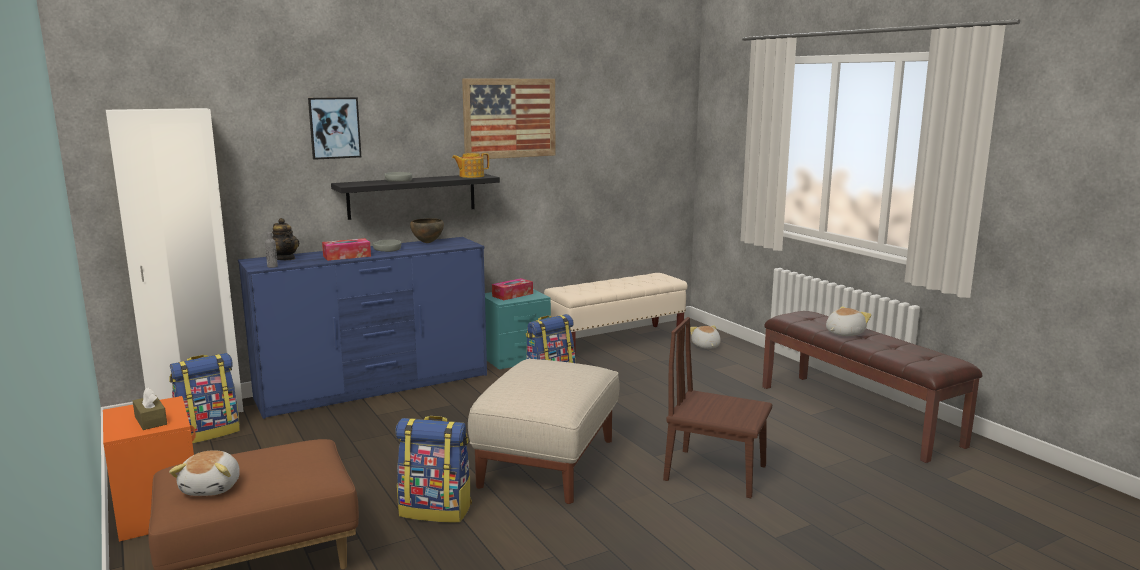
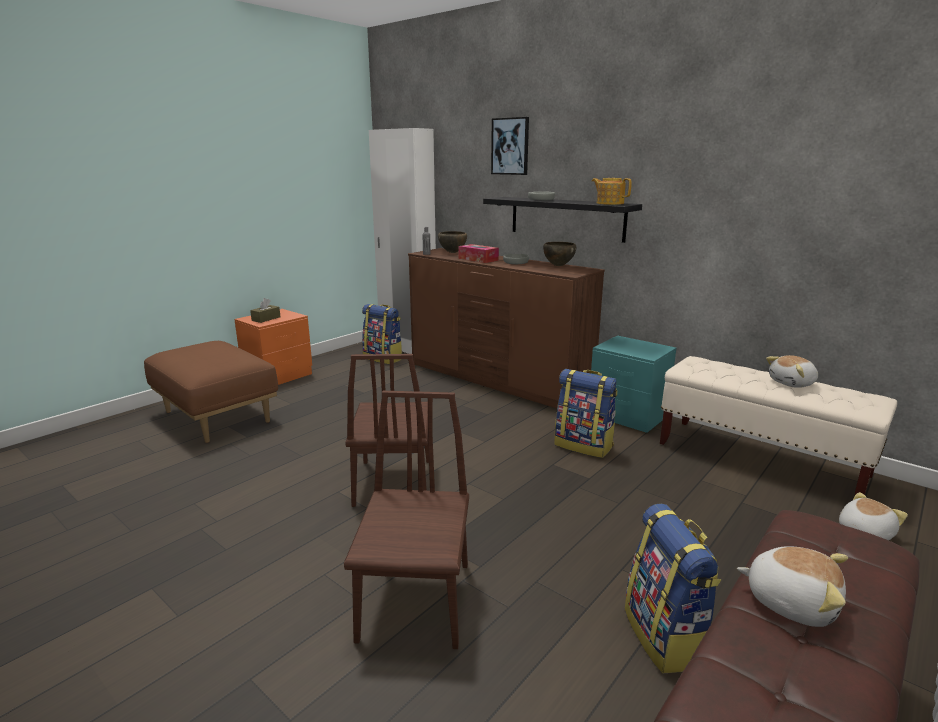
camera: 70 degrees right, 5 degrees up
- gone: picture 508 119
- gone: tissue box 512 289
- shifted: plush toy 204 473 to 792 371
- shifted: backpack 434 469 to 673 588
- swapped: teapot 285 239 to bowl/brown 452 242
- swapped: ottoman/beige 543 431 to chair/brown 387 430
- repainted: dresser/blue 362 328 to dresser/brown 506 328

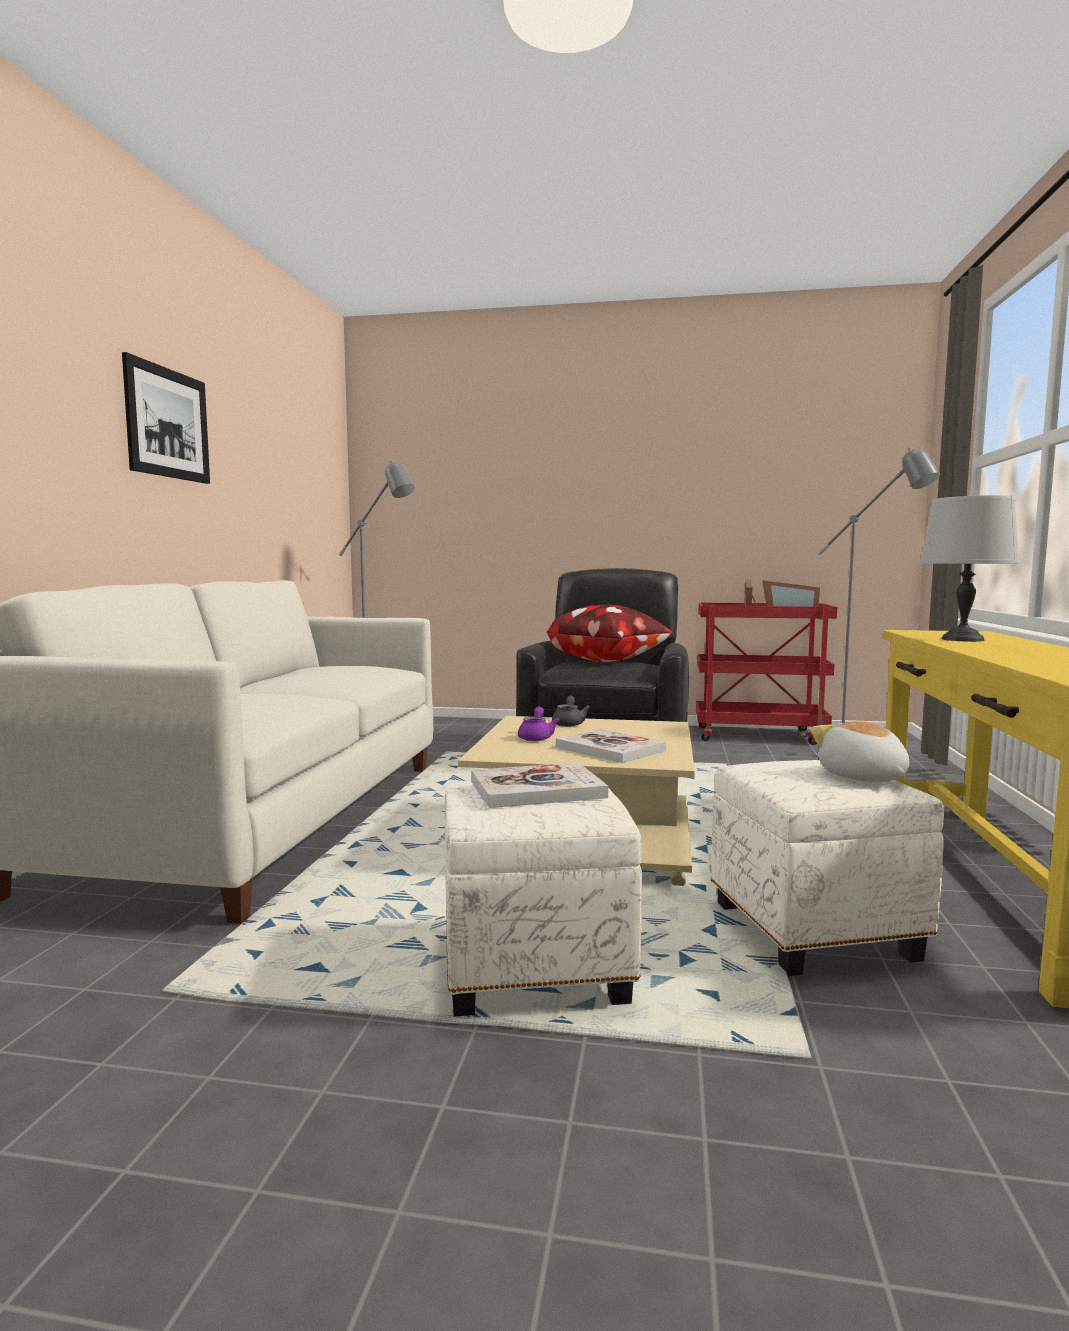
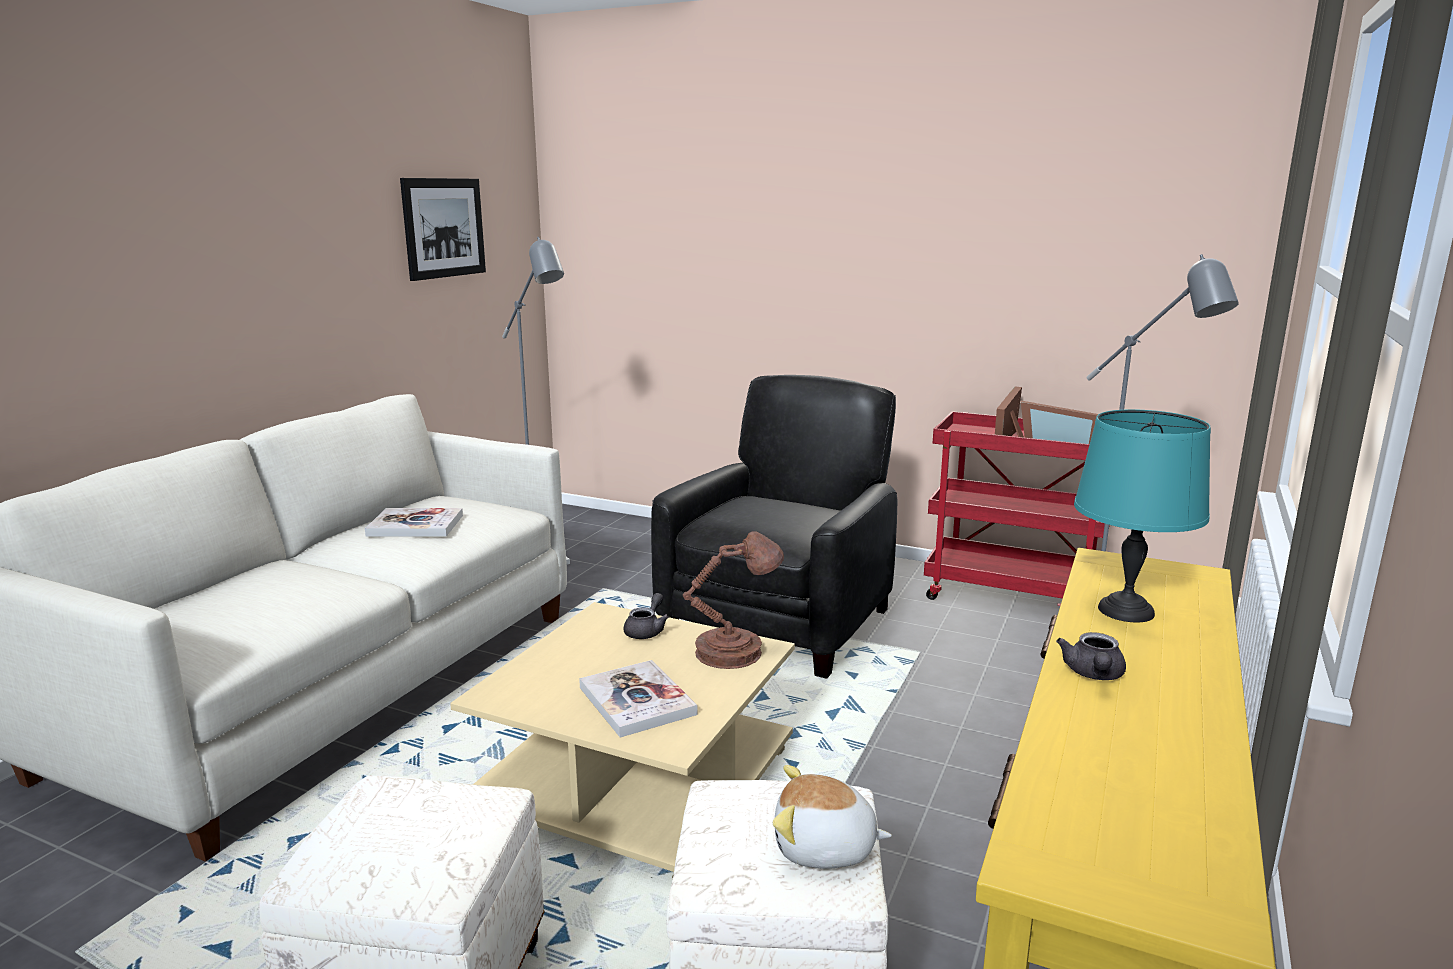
camera: 15 degrees right, 10 degrees up
- gone: teapot/purple 538 724
- gone: pillow 609 633
- new: table lamp/brown 733 600
- new: teapot/grey 1091 656
- shifted: picture 166 418 to 443 229
- shifted: book 539 785 to 414 522
- repainted: table lamp/grey 970 568 to table lamp/turquoise 1142 515
- rotated: plush toy 859 751 = 832 817 75 degrees counterclockwise

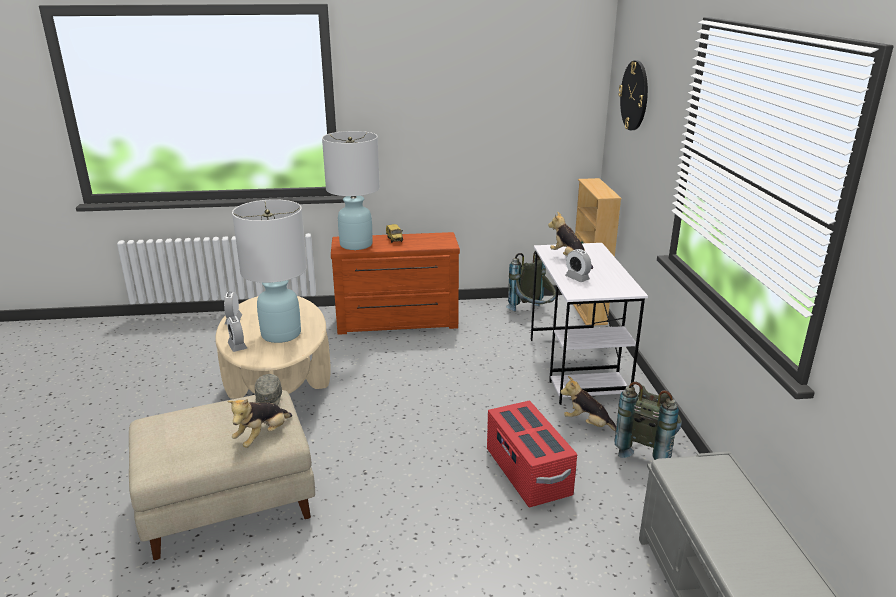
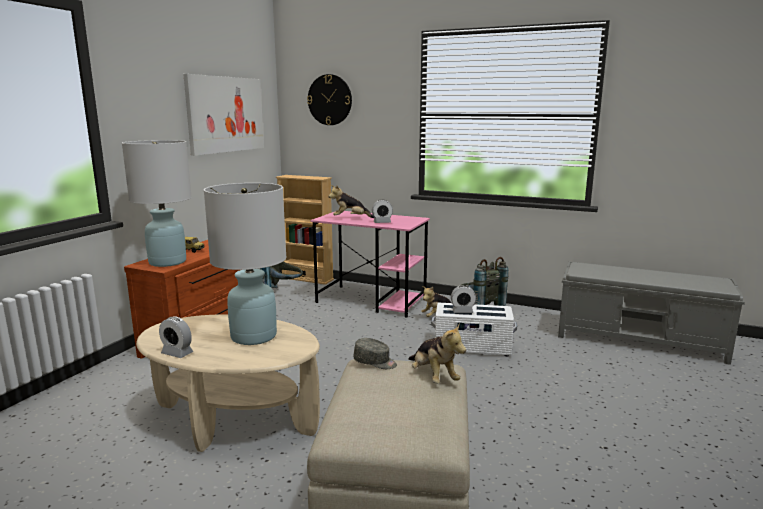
camera: 60 degrees left, 10 degrees down
- new: picture 223 115
- shifted: alarm clock 237 334 to 463 299
- repainted: storage box/red 532 454 to storage box/white 474 329
- repainted: desk/white 589 324 to desk/pink 370 264

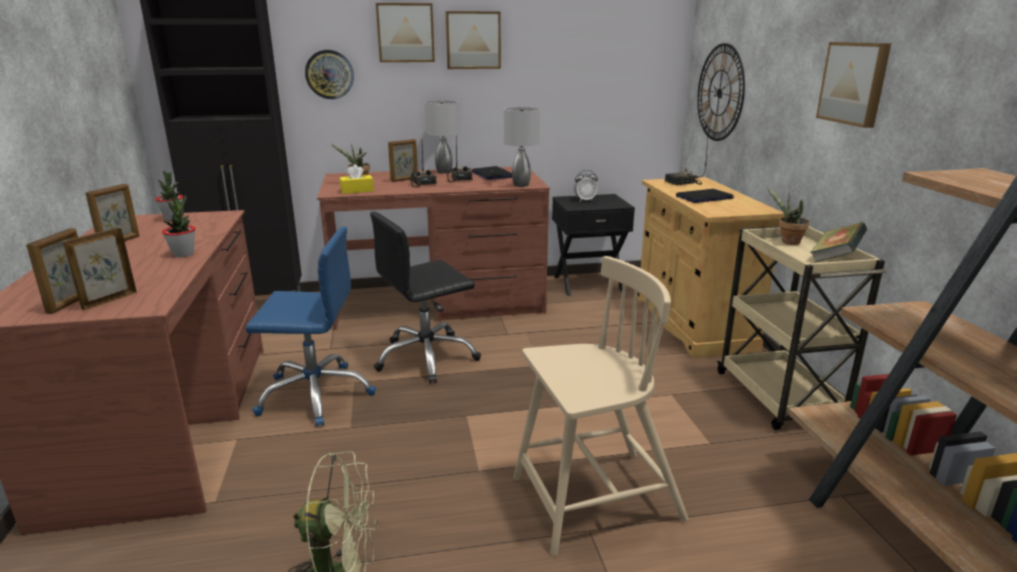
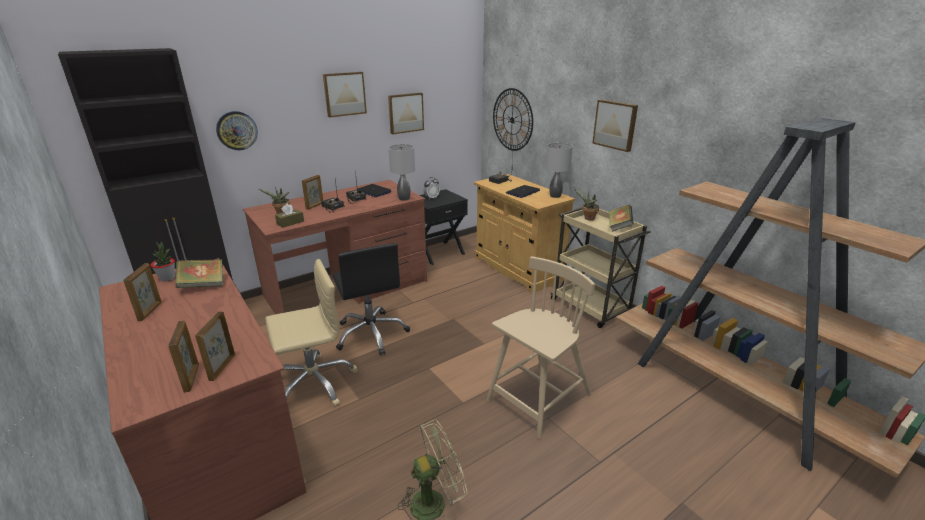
camera: 25 degrees left, 5 degrees up
- gone: potted plant 178 226
- new: book 199 273
- shifted: picture 405 32 to 406 113
- shifted: table lamp/grey 442 137 to 559 170
- repainted: office chair/blue 311 326 to office chair/beige 311 333
- repainted: tissue box/yellow 357 179 to tissue box/brown 289 216
- rotated: office chair/black 425 297 = 371 299 60 degrees counterclockwise

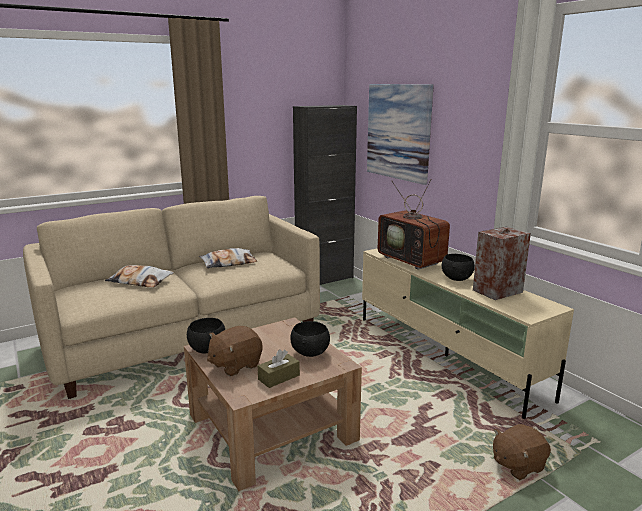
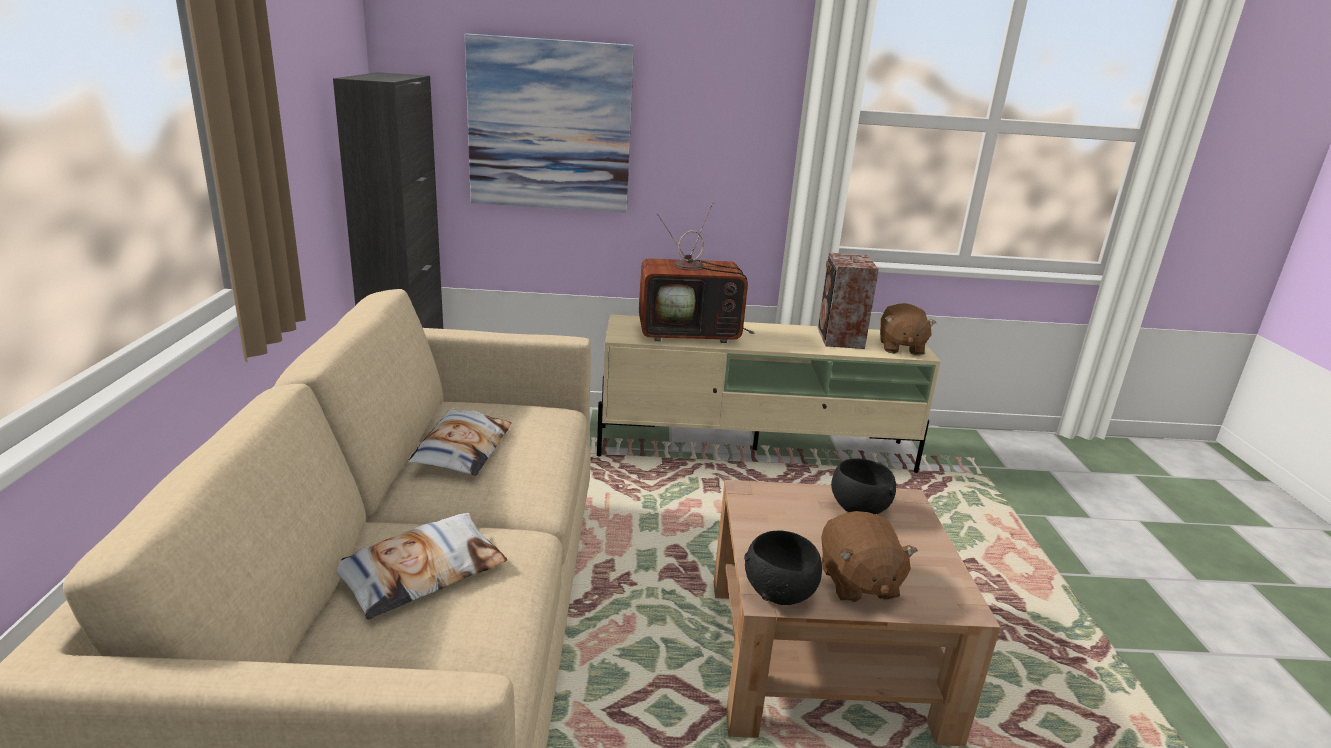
camera: 60 degrees left, 5 degrees up
- gone: tissue box/brown 279 368
- gone: bowl/black 458 267
- shifted: plush toy/brown 522 452 to 908 329

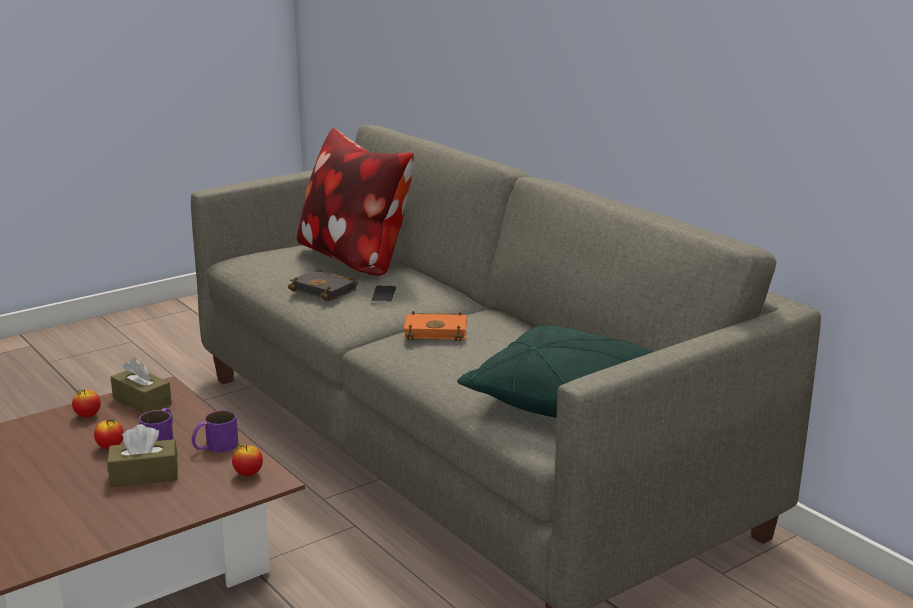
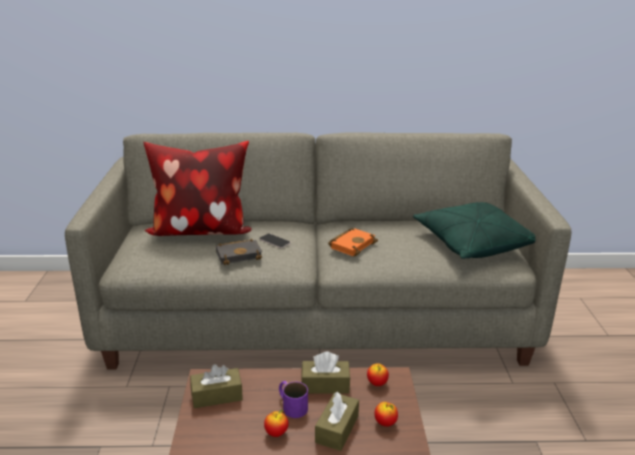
camera: 55 degrees left, 5 degrees up
- shifted: apple 86 403 to 386 414
- swapped: mug/purple 215 431 to tissue box/brown 325 372

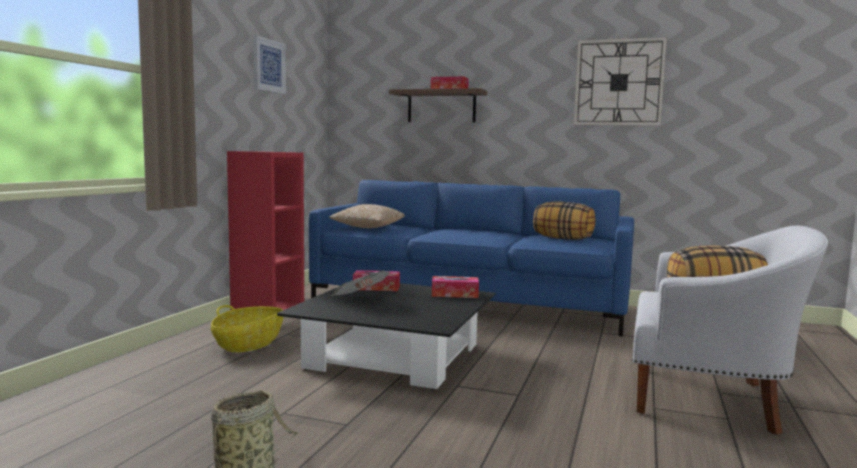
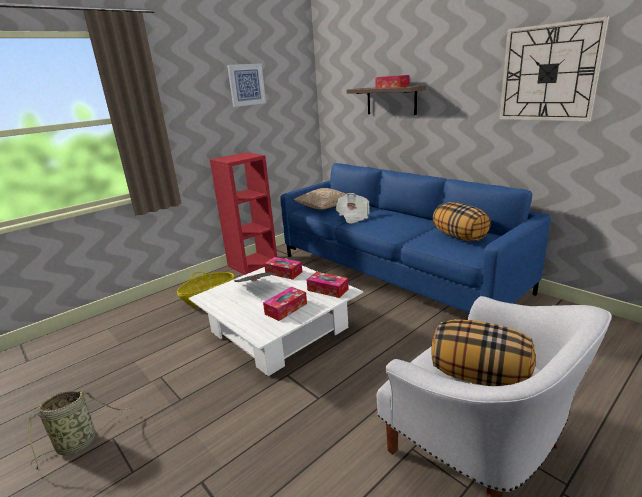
camera: 30 degrees right, 15 degrees up
- new: tissue box 285 304
- new: newspaper 352 208
- repainted: coffee table/black 386 336 to coffee table/white 276 317

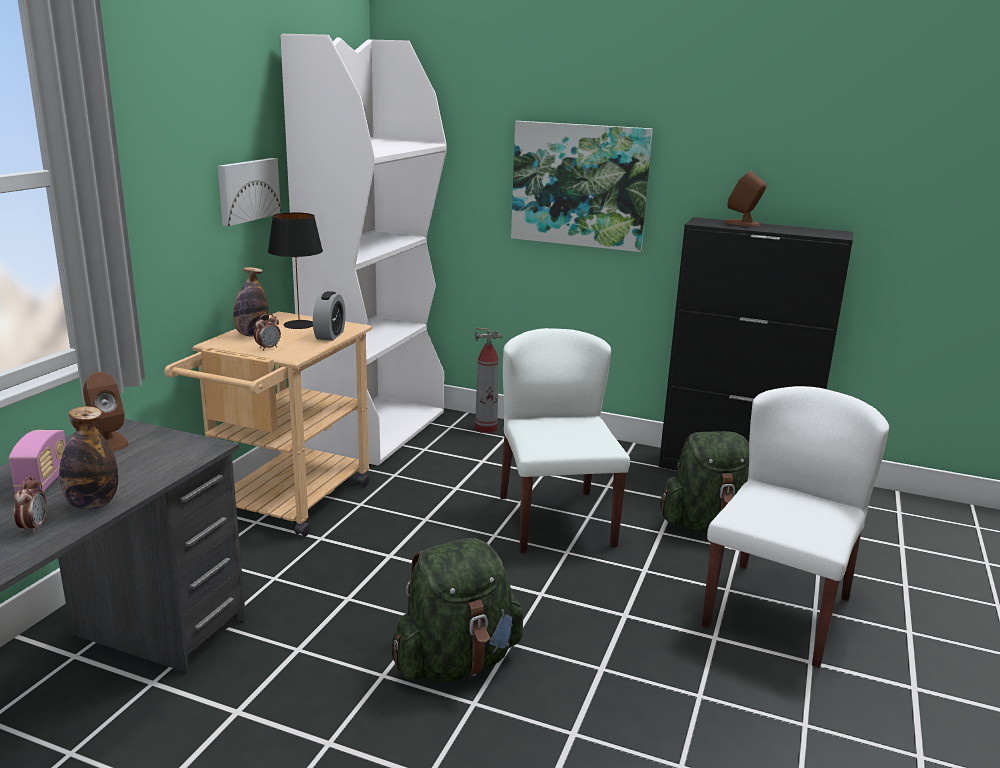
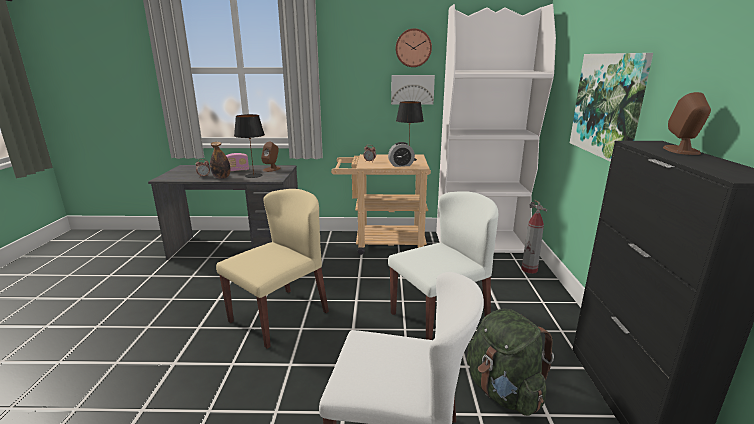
camera: 70 degrees right, 0 degrees up
- gone: bottle 251 301
- new: table lamp/black 249 146
- new: wall clock 414 47
- swapped: backpack/green 457 610 to chair/beige 272 269

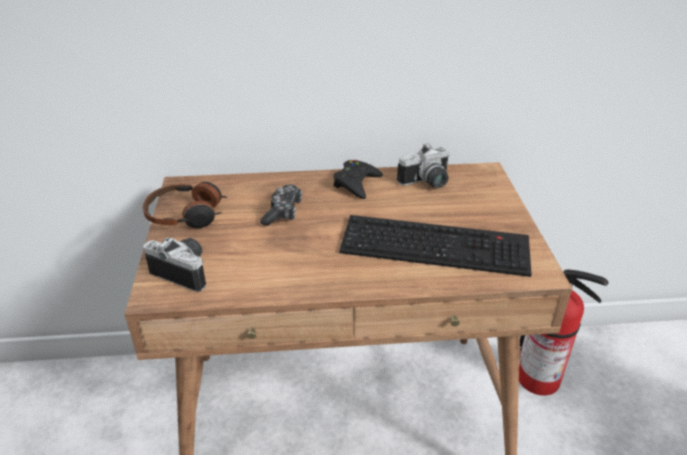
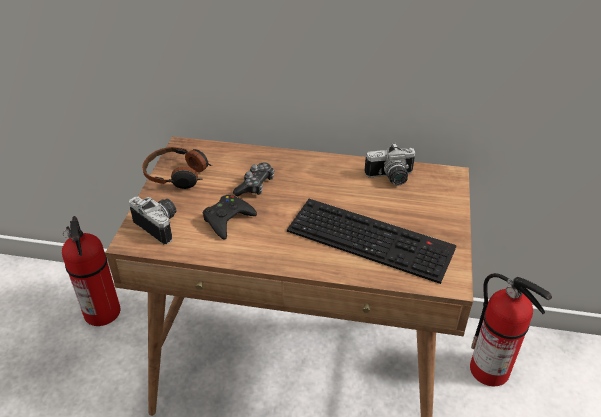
camera: 15 degrees right, 5 degrees up
- new: fire extinguisher 91 271
- shifted: game controller/black 358 179 to 230 217

